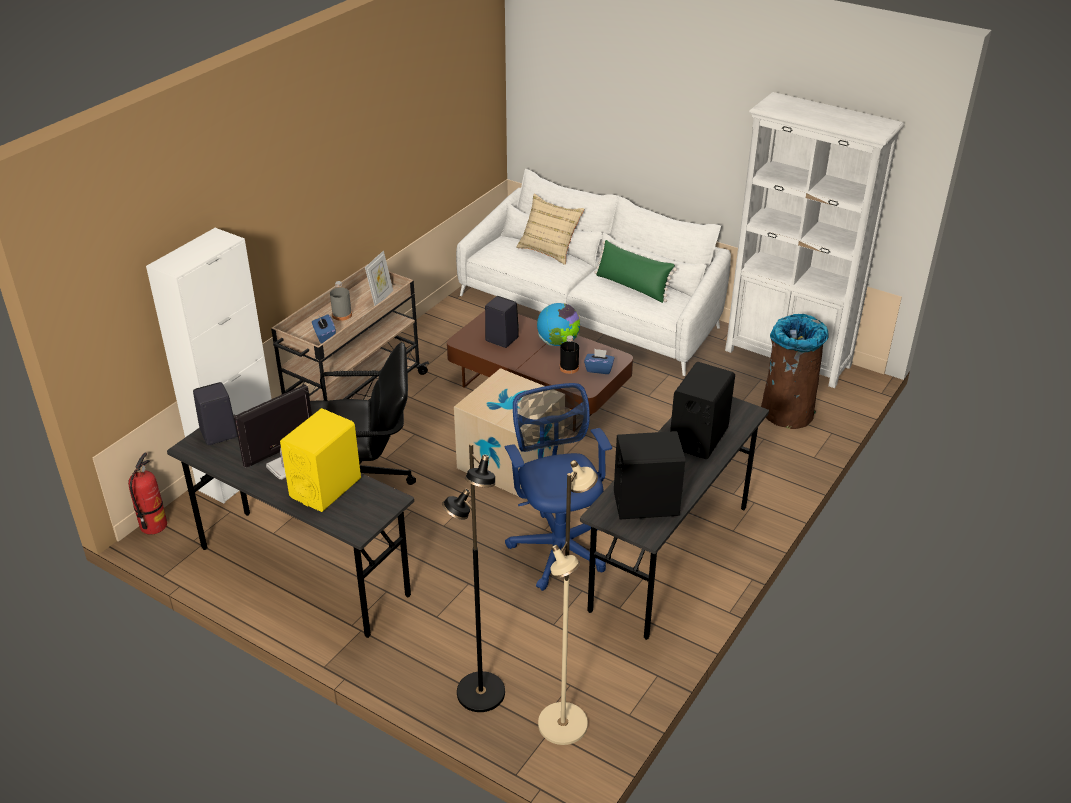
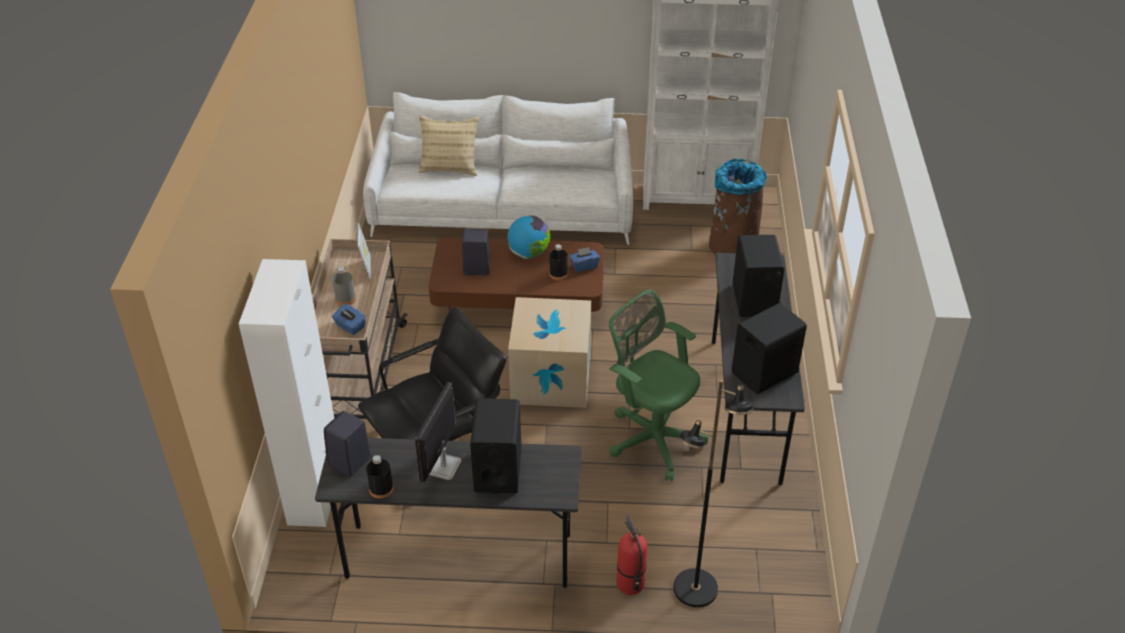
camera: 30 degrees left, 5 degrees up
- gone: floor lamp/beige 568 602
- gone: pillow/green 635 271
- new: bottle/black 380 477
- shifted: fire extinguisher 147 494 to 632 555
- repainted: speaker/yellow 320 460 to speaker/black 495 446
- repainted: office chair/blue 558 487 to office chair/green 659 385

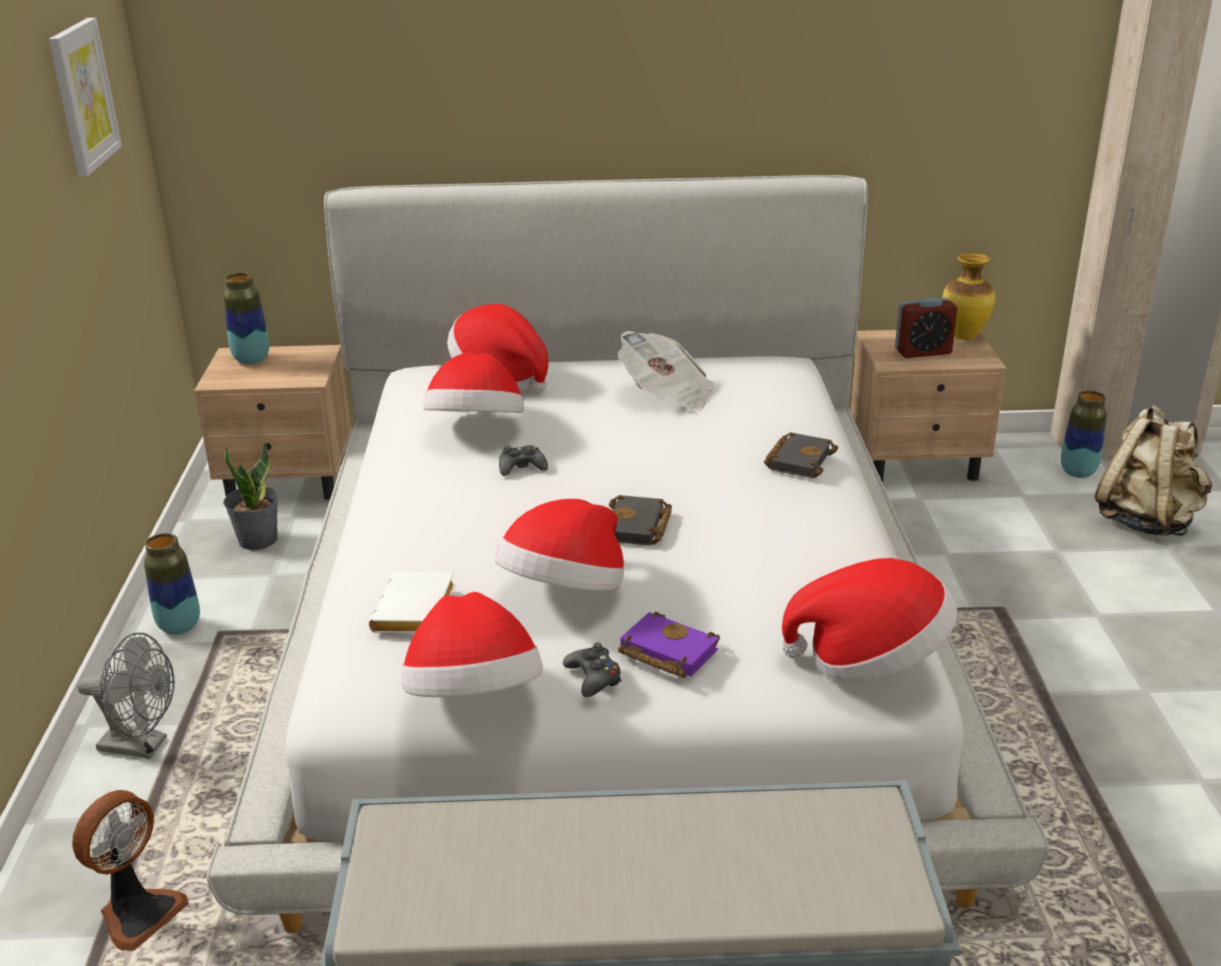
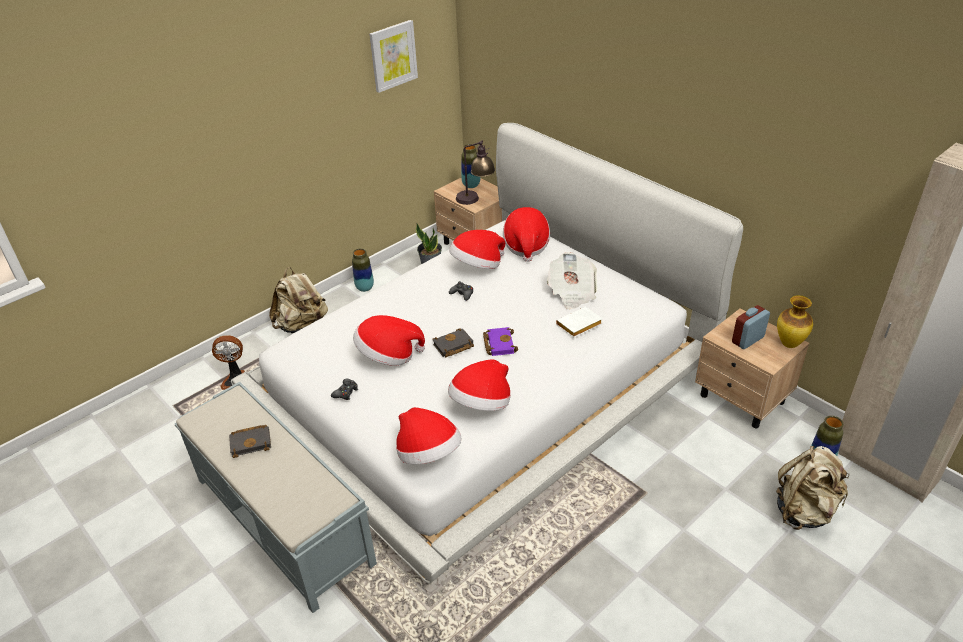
camera: 50 degrees right, 10 degrees up
- new: table lamp 475 172
- shifted: book/white 412 602 to 579 322
- shifted: hat 472 644 to 479 385
- shifted: book/purple 669 645 to 500 341
- shifted: book/black 801 455 to 250 441
- swapped: fan/grey 126 695 to backpack/beige 298 300
- rotated: alarm clock 926 327 = 751 327 105 degrees clockwise

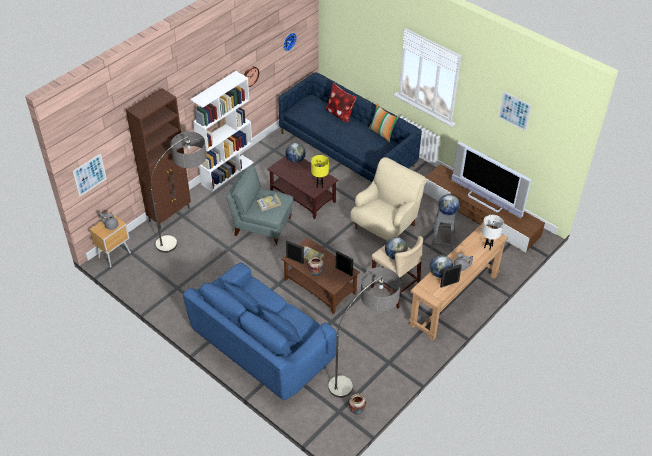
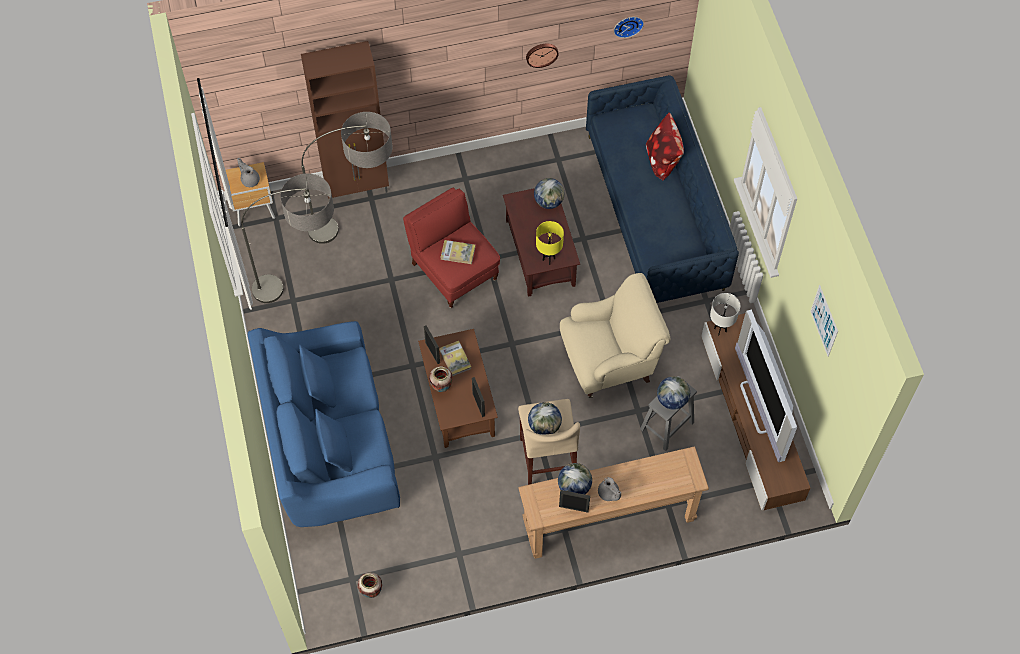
camera: 35 degrees right, 15 degrees up
- gone: picture 90 175
- gone: bookcase/white 222 131
- gone: pillow 383 123
- shifted: floor lamp 364 332 to 288 238
- shifted: table lamp/white 493 232 to 725 314
- repainted: armchair/grey 259 205 to armchair/red 451 248

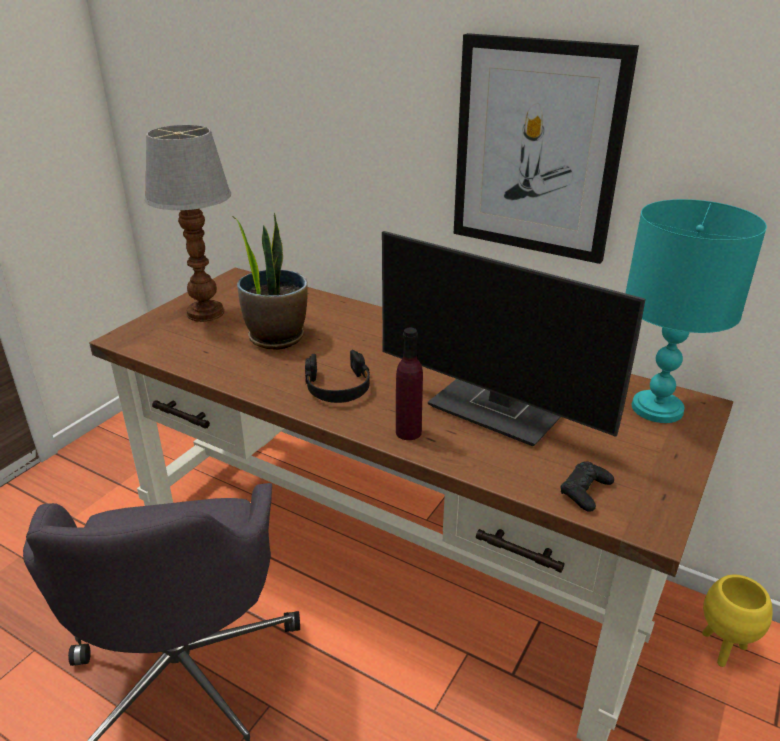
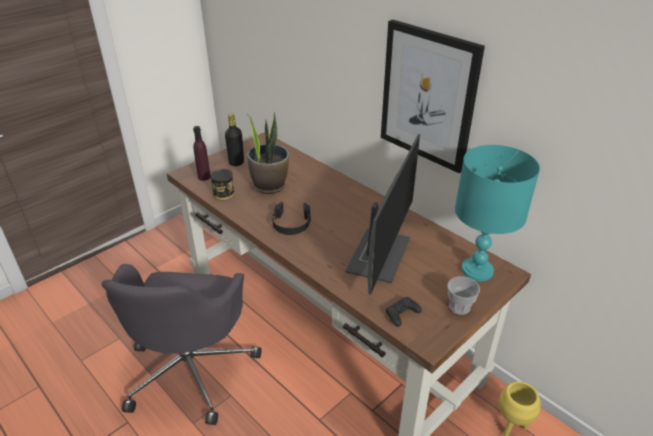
camera: 15 degrees right, 5 degrees up
- new: can 223 184
- new: cup 464 295
- shifted: bottle/purple 409 384 to 202 153
- swapped: table lamp 188 223 to bottle/black 234 139
- rotated: monitor 513 338 = 382 214 120 degrees counterclockwise

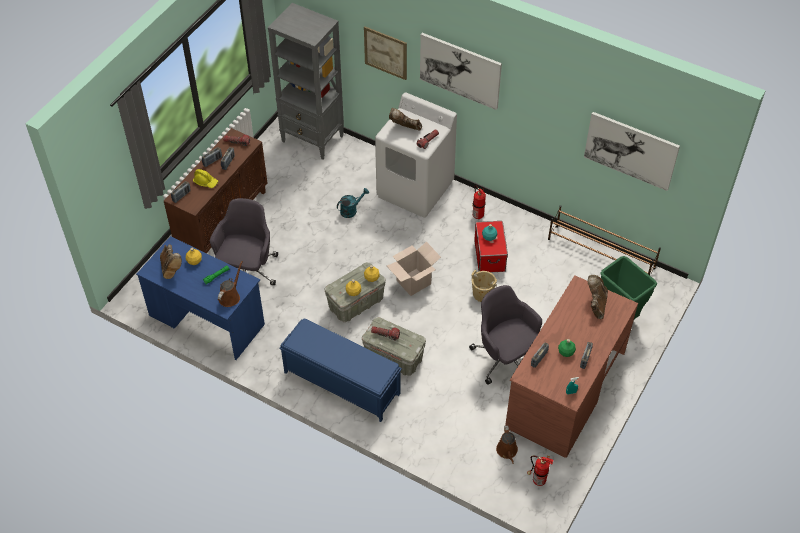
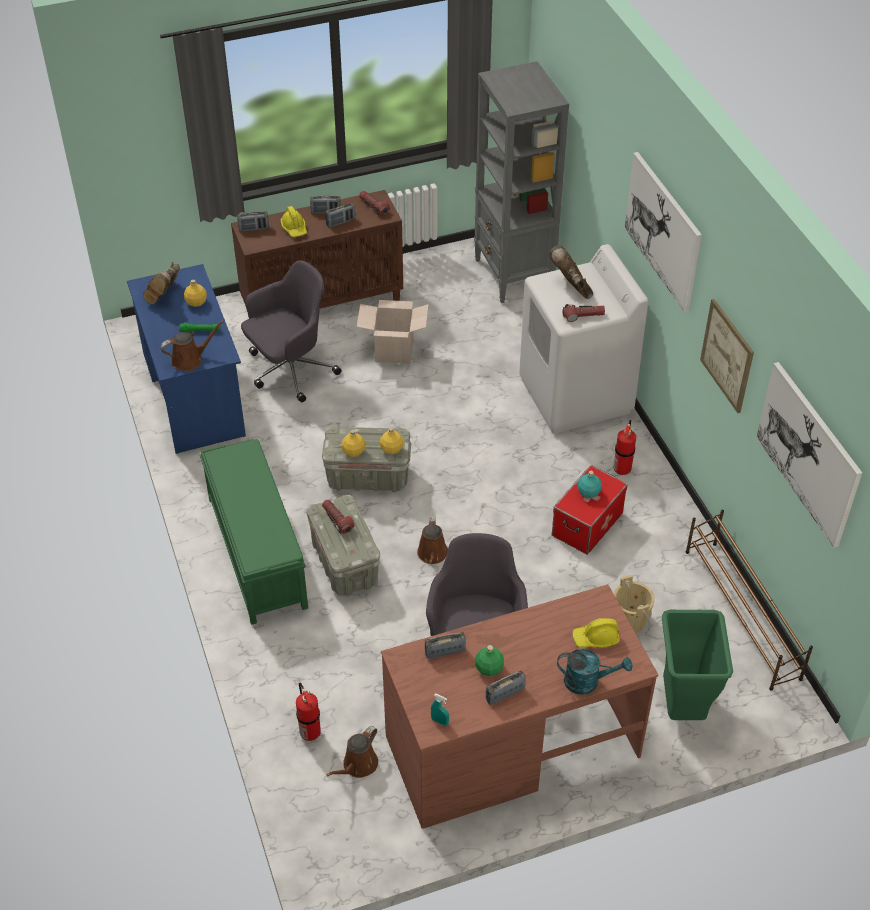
camera: 40 degrees right, 5 degrees down
- new: watering can/brown 432 540
- shifted: watering can/turquoise 353 203 to 595 671
- shifted: picture 385 53 to 727 356
- shifted: cardboard box 414 269 to 393 332
- shifted: bucket/beige 484 286 to 634 604
- shifted: fire extinguisher 540 471 to 308 711
- swapped: boot/brown 597 297 to hard hat/yellow 596 633
- repainted: bench/blue 340 370 to bench/green 254 532

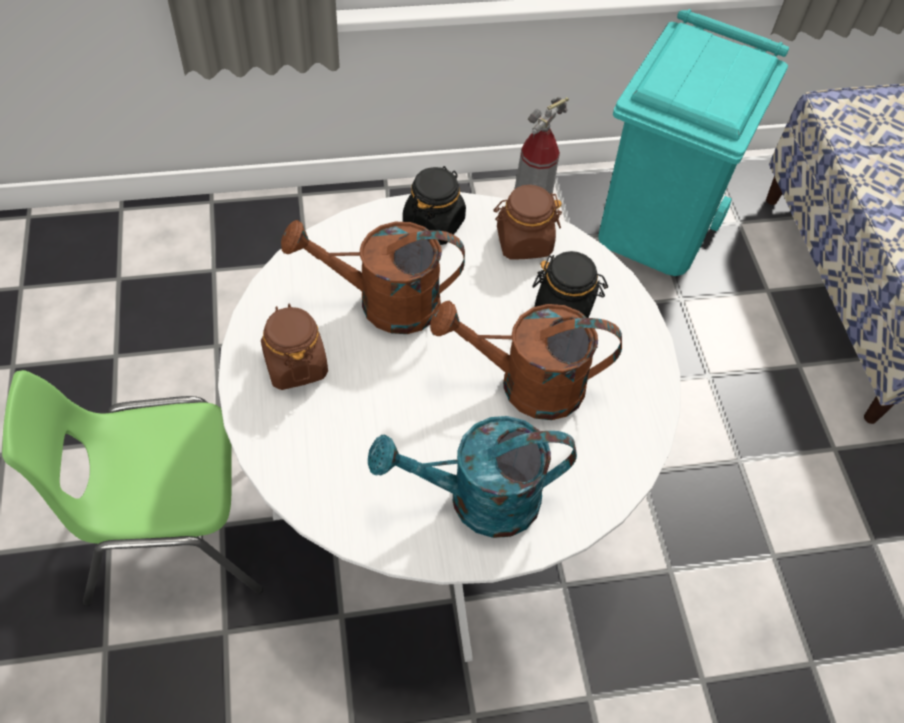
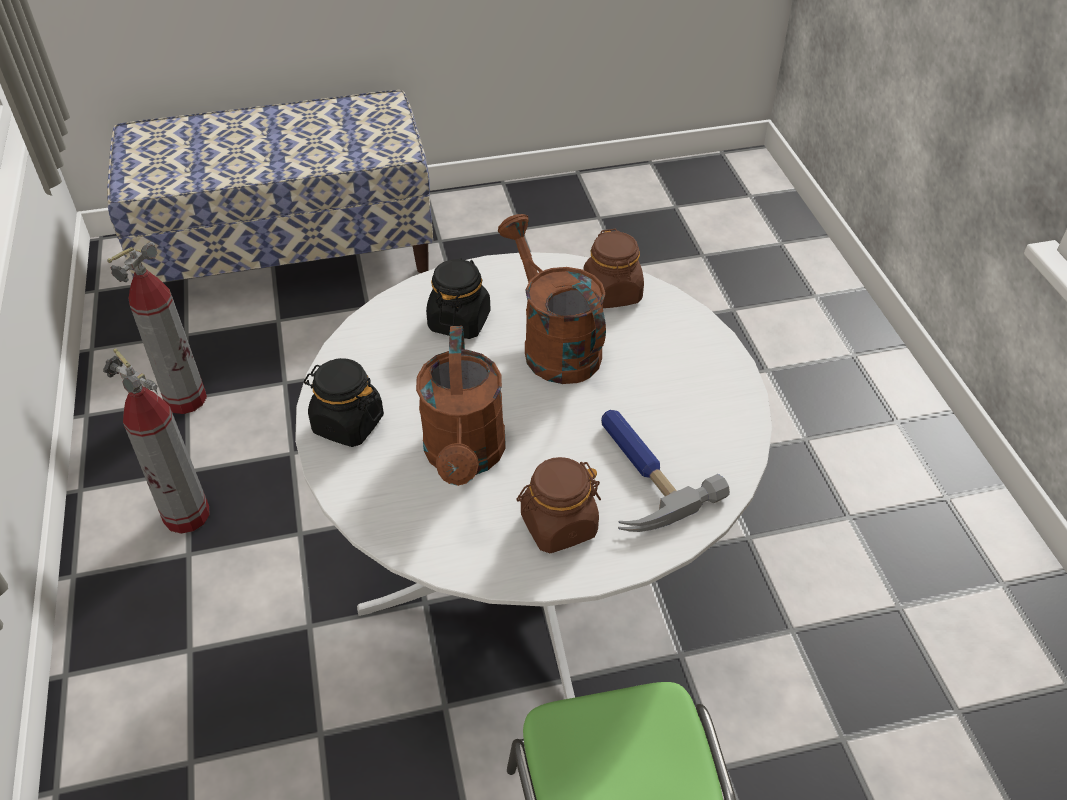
camera: 90 degrees left, 10 degrees down
- gone: watering can/turquoise 472 477
- new: hammer 665 471
- shifted: jar/brown 527 222 to 613 268
- swapped: trash can/turquoise 693 142 to fire extinguisher 157 328
- rotated: watering can/brown 526 360 = 552 299 150 degrees clockwise

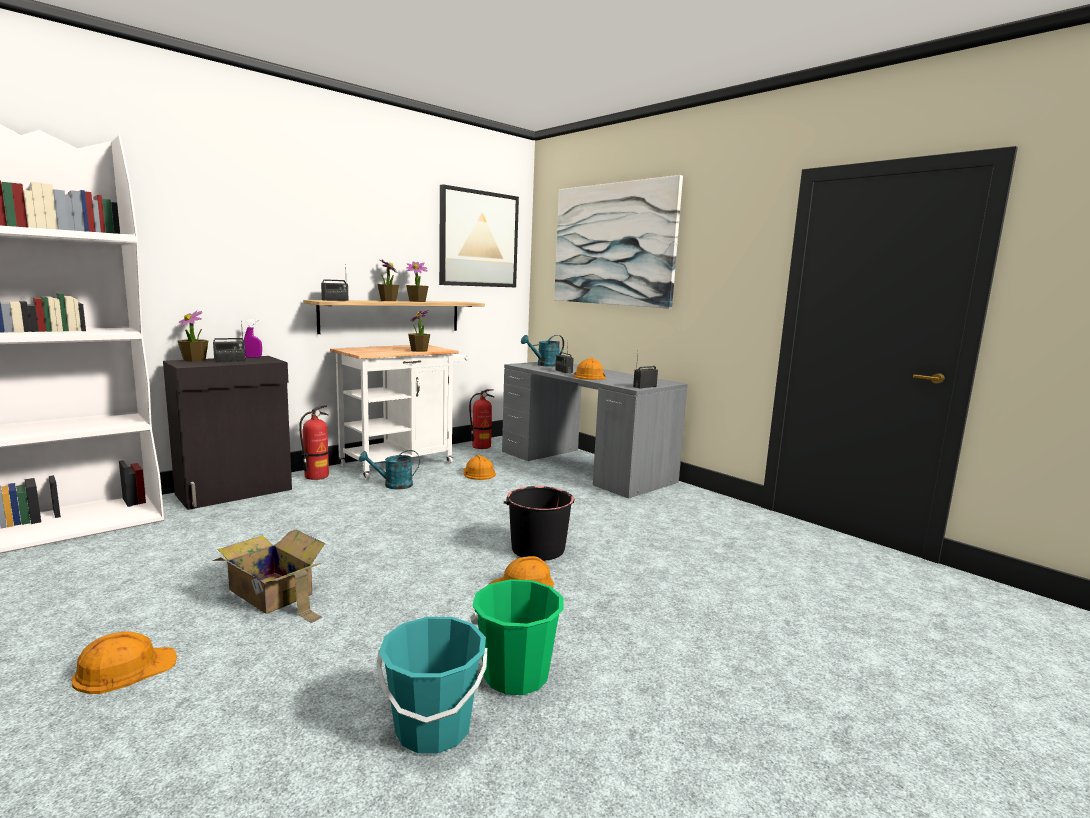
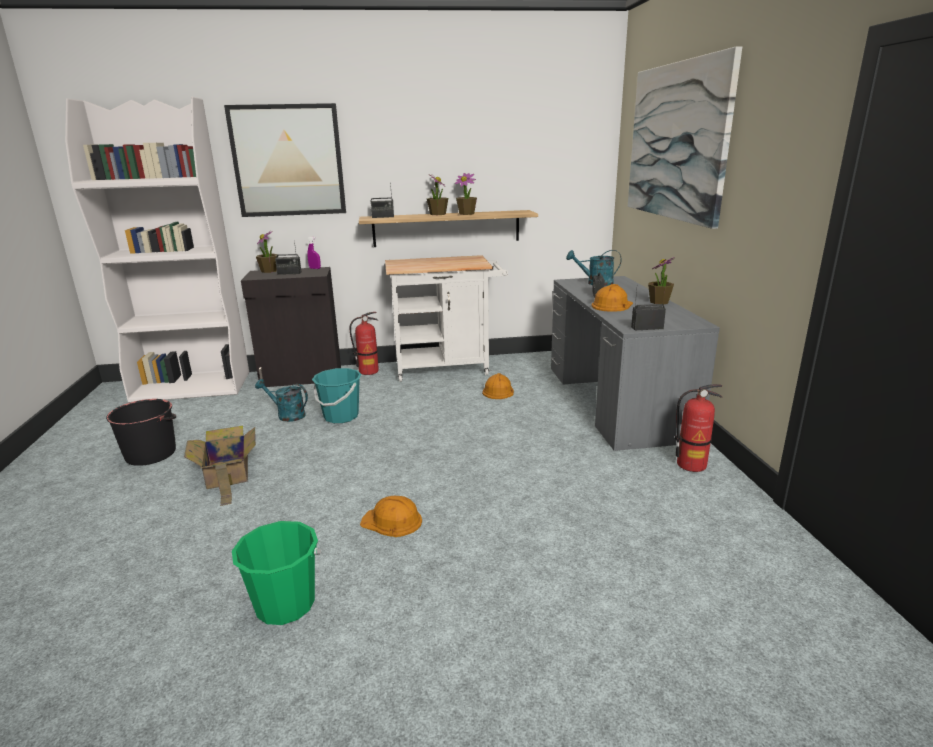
camera: 35 degrees right, 10 degrees up
- gone: hard hat/orange 124 663
- shifted: watering can/turquoise 389 470 to 281 400
- shifted: bucket/turquoise 431 685 to 336 395
- shifted: potted plant 419 331 to 661 280
- shifted: picture 479 235 to 285 160
- shifted: fire extinguisher 482 419 to 698 428
- shifted: bucket/black 539 523 to 141 432

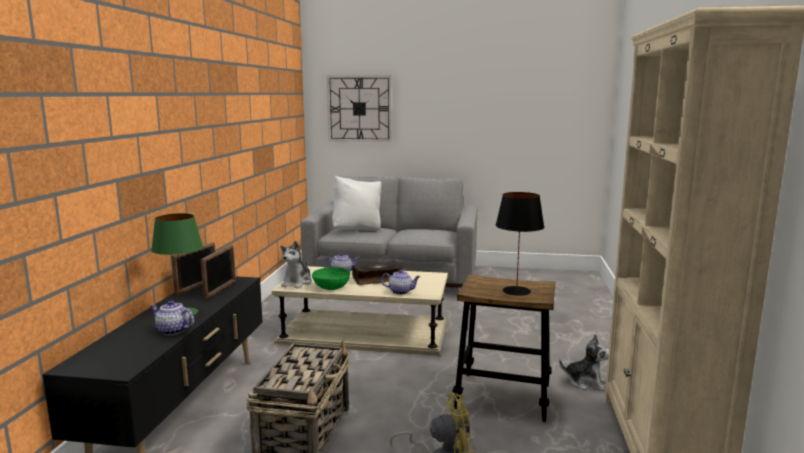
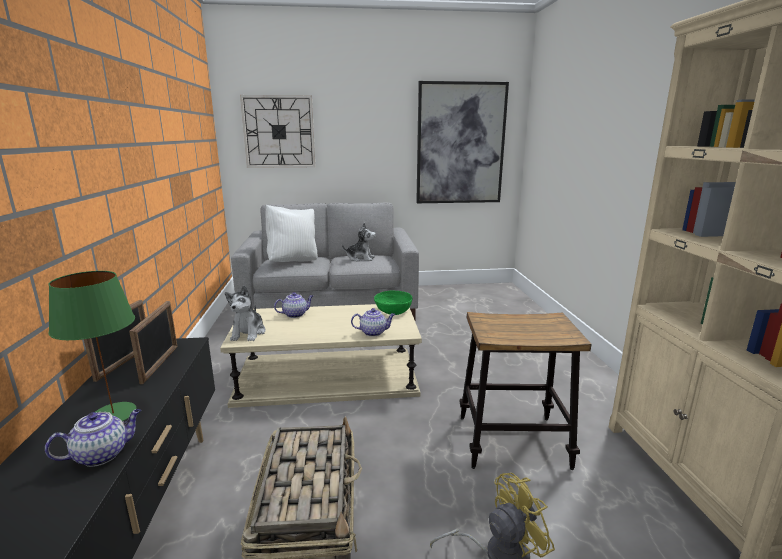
camera: 15 degrees left, 5 degrees up
- gone: book 377 273
- gone: table lamp/black 519 244
- new: picture 462 142
- shifted: bowl/green 331 278 to 393 303
- shifted: plush toy 584 362 to 359 242
- rotated: teapot 172 318 = 93 438 135 degrees clockwise

